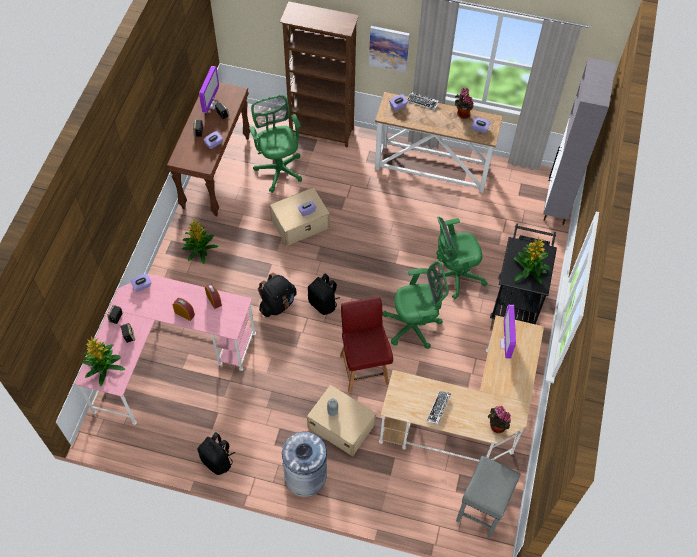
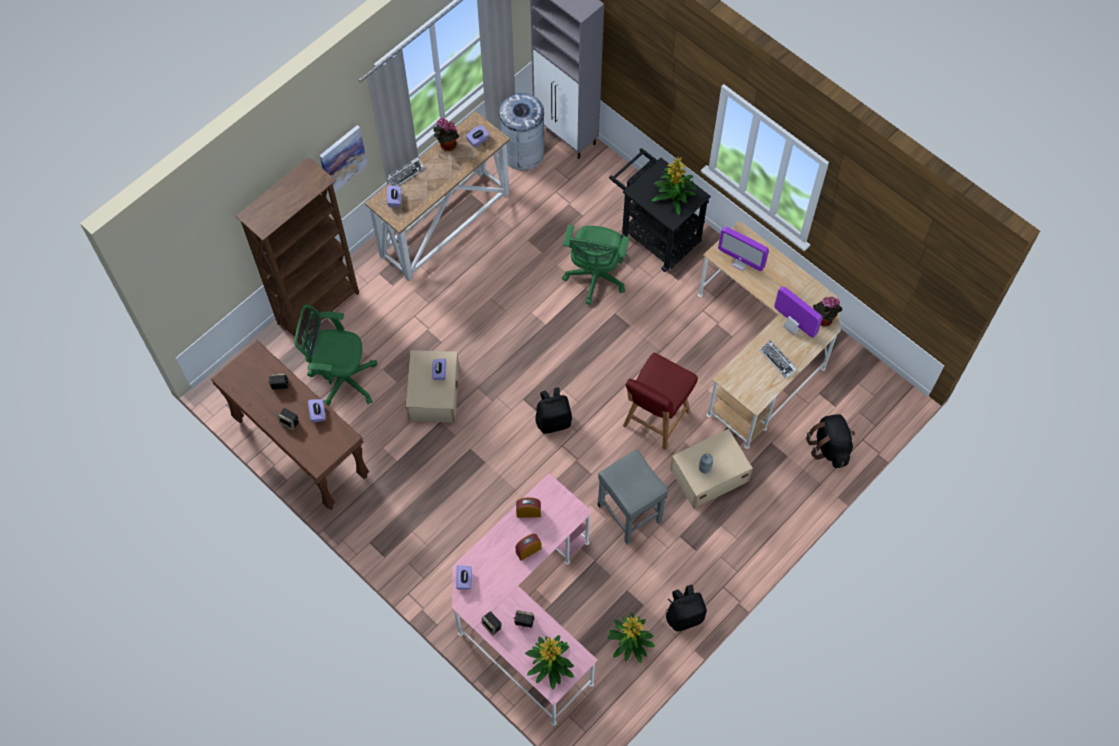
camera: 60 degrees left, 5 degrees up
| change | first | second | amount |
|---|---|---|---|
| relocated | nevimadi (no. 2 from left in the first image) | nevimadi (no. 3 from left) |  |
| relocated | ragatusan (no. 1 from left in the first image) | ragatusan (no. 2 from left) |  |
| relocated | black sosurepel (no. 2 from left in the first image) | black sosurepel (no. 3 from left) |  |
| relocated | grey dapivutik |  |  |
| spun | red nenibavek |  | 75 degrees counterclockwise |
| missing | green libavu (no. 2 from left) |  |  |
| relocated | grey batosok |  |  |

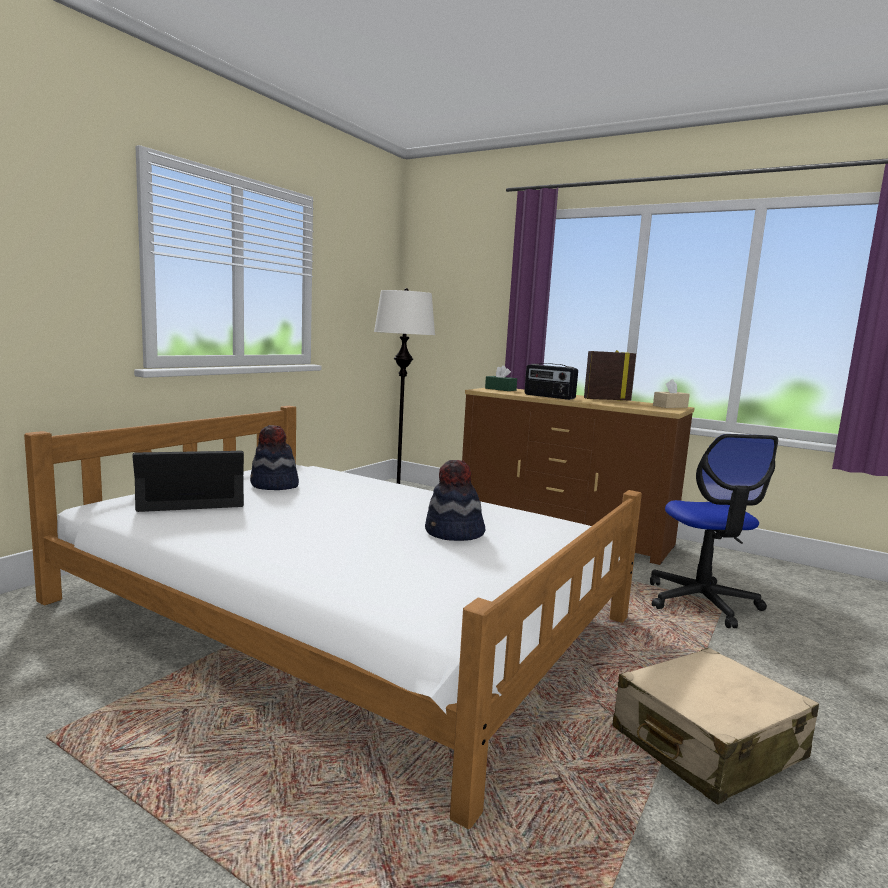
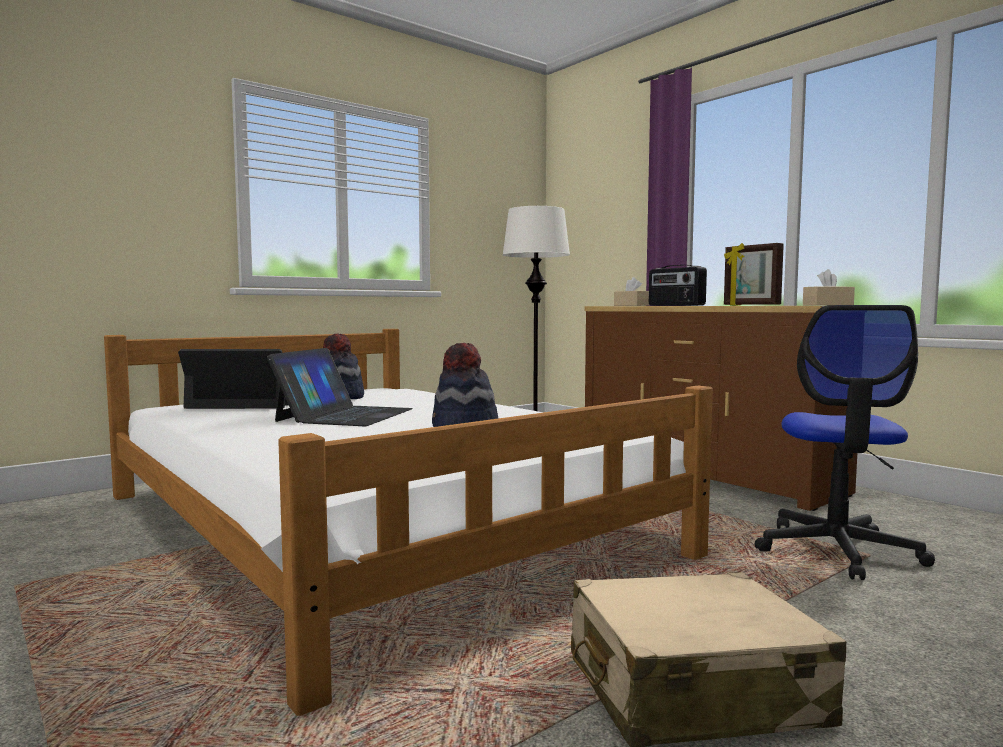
camera: 20 degrees right, 5 degrees down
| change | first | second | amount |
|---|---|---|---|
| colour | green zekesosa | beige zekesosa (no. 1 from left) |  |
| spun | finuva |  | 135 degrees counterclockwise |
| appeared |  | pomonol (no. 2 from left) |  |

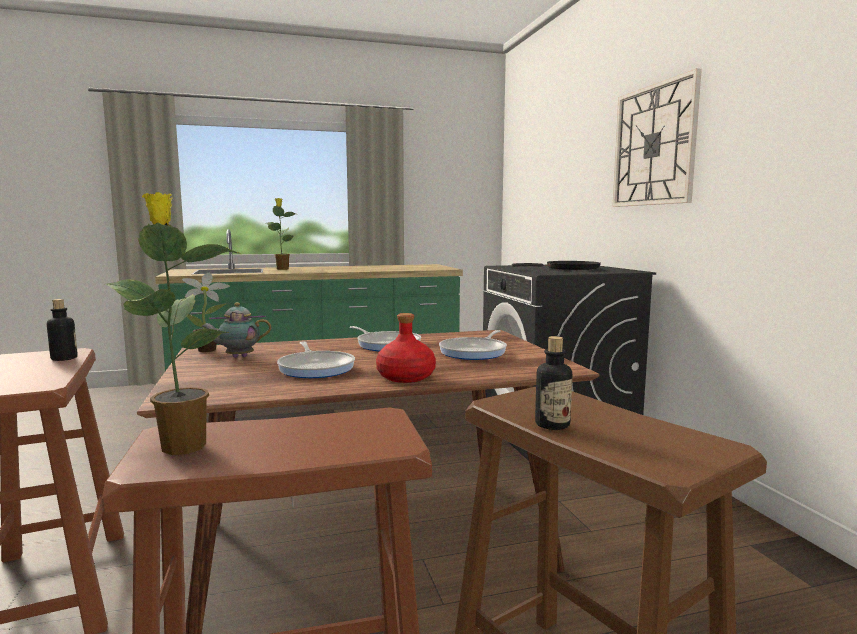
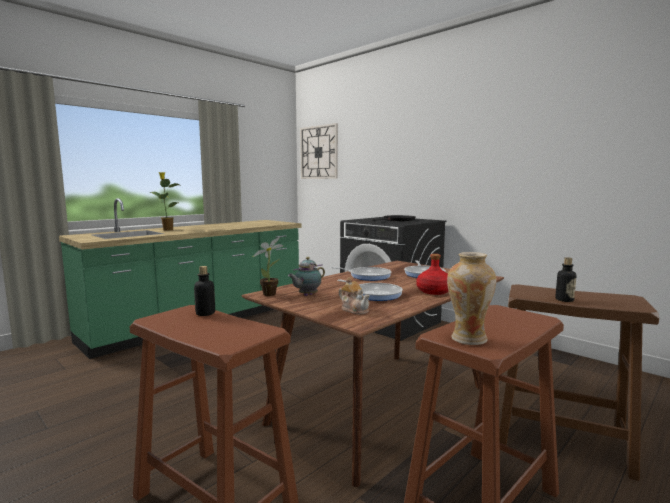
camera: 30 degrees left, 0 degrees up
| change | first | second | amount |
|---|---|---|---|
| exchanged | nevimadi (no. 1 from left) | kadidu |  |
| relocated | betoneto |  |  |
| appeared |  | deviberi (no. 2 from left) |  |

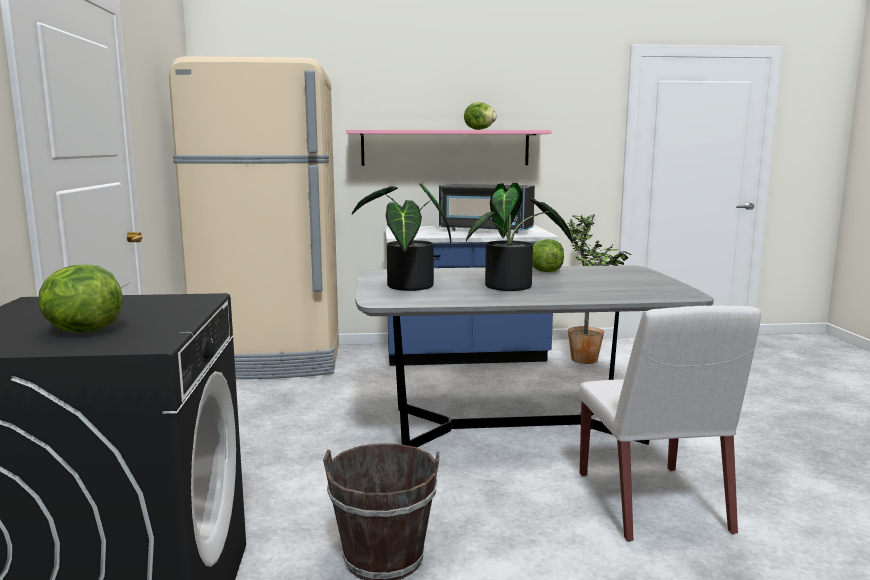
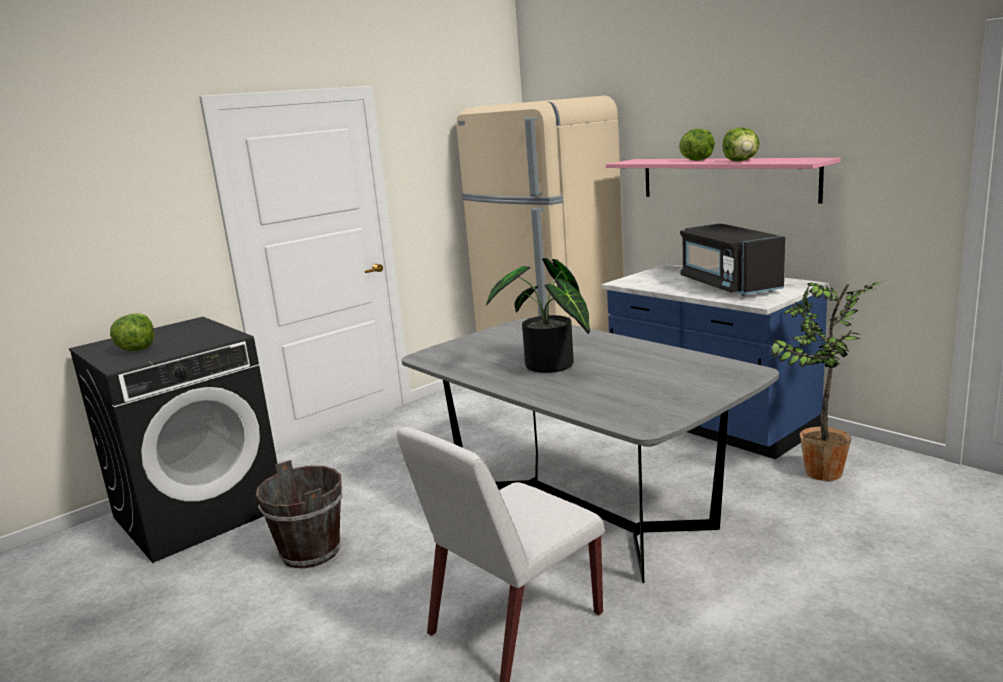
camera: 55 degrees right, 5 degrees up
| change | first | second | amount |
|---|---|---|---|
| missing | nevimadi (no. 1 from left) |  |  |
| relocated | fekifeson (no. 3 from left in the first image) | fekifeson (no. 2 from left) |  |

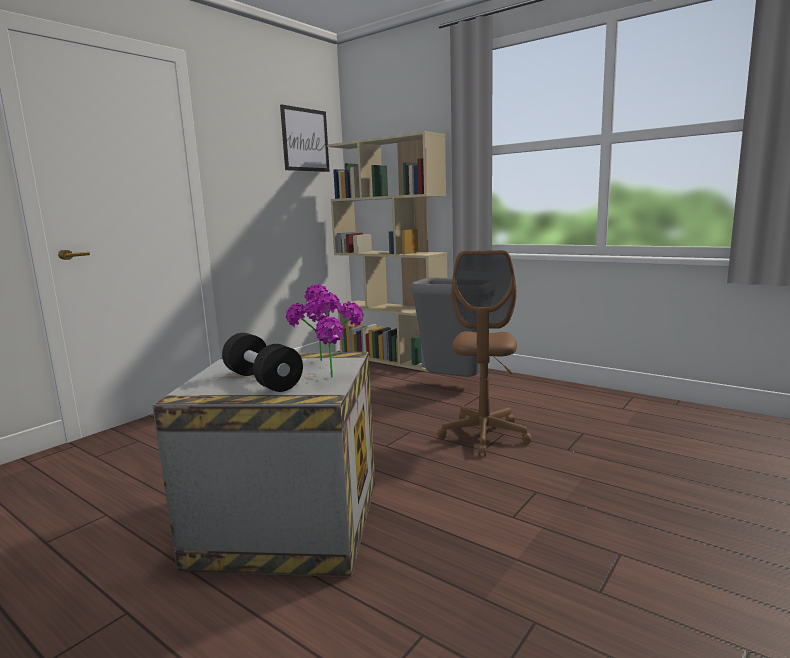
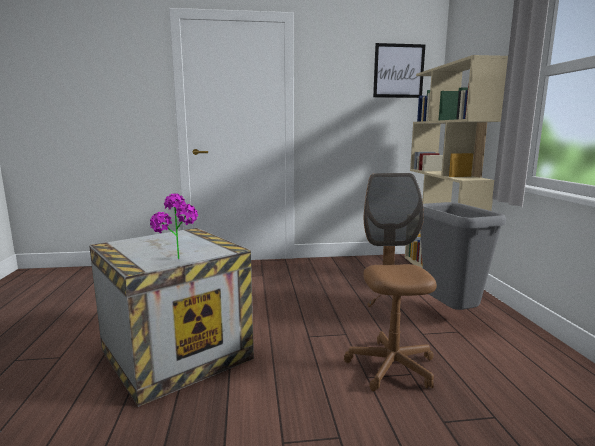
camera: 45 degrees right, 0 degrees up
| change | first | second | amount |
|---|---|---|---|
| missing | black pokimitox |  |  |
| missing | nevimadi (no. 1 from left) |  |  |
| spun | brown libavu |  | 120 degrees clockwise |

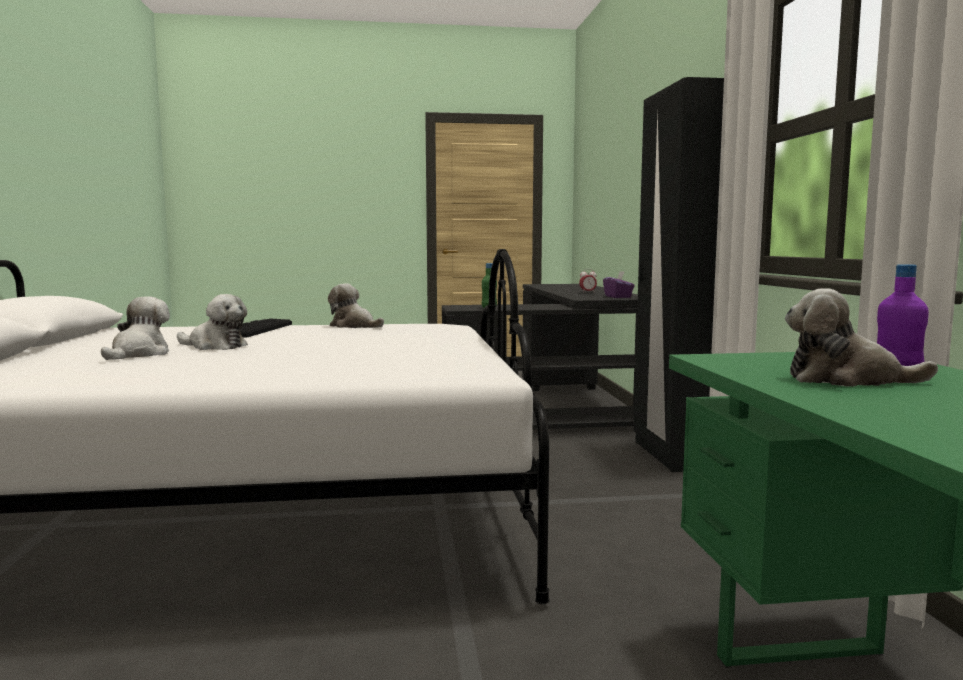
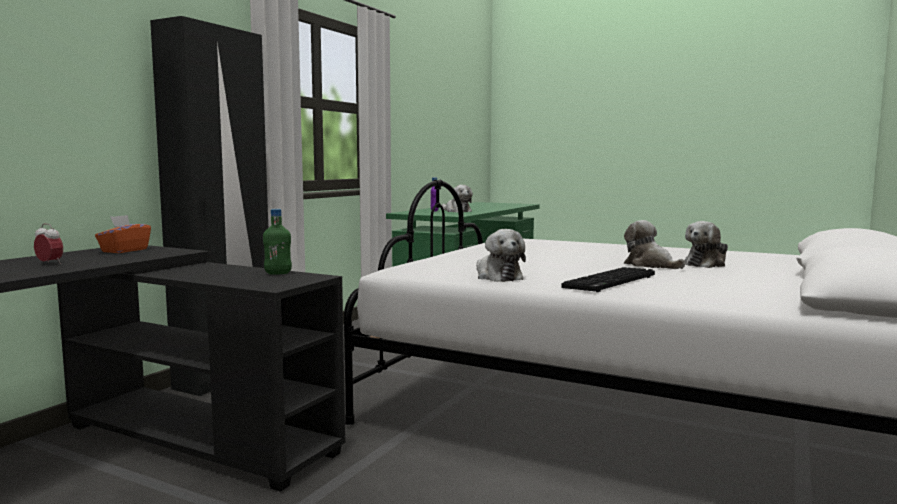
camera: 145 degrees left, 0 degrees up
| change | first | second | amount |
|---|---|---|---|
| colour | purple zekesosa | orange zekesosa |  |

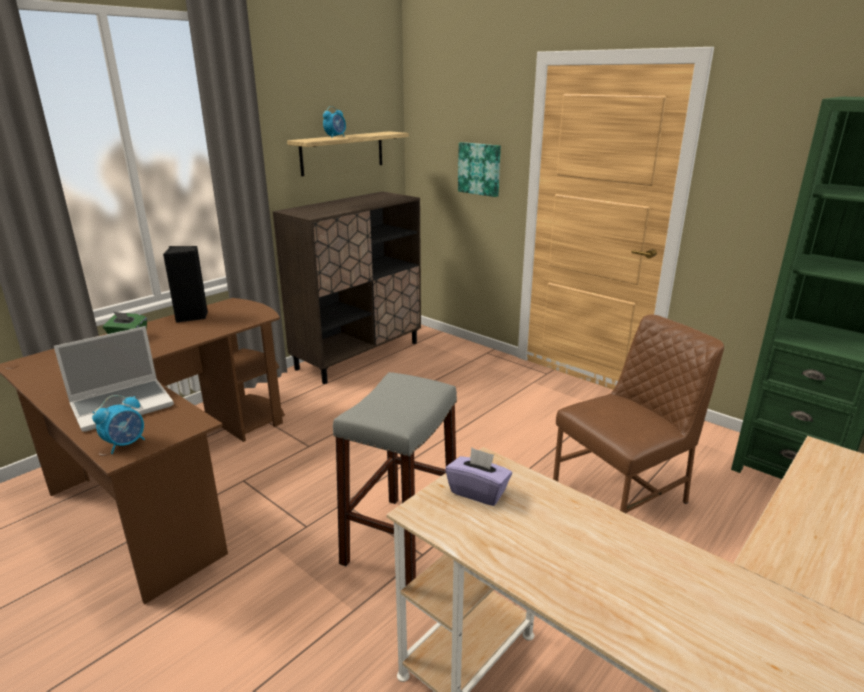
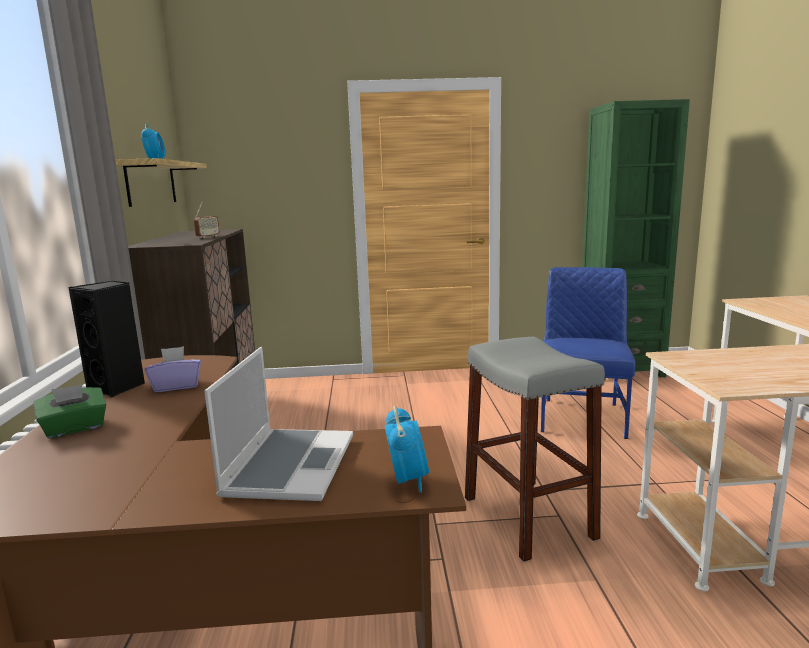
camera: 45 degrees left, 10 degrees down
| change | first | second | amount |
|---|---|---|---|
| relocated | purple zekesosa |  |  |
| missing | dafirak |  |  |
| colour | brown nenibavek | blue nenibavek |  |
| appeared |  | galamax |  |

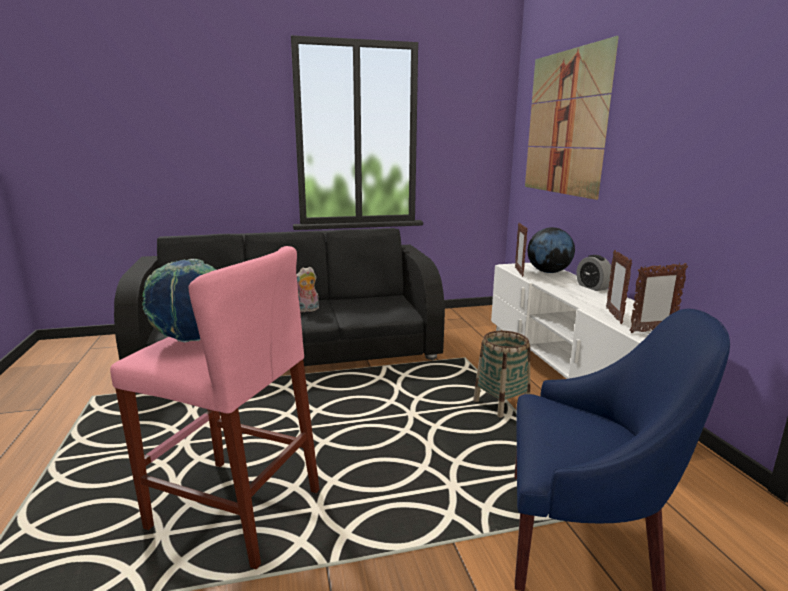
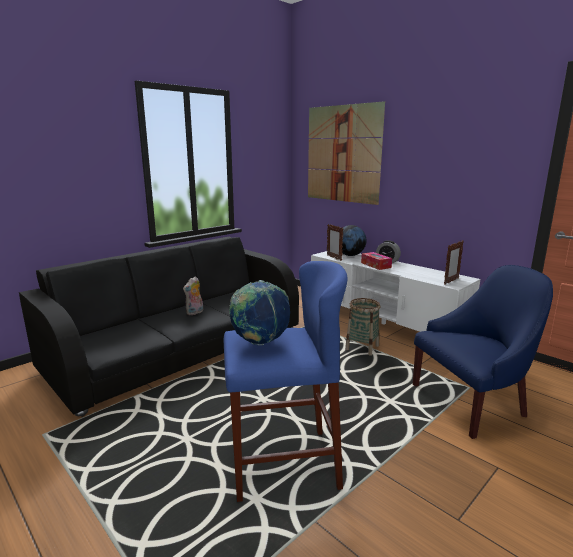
camera: 30 degrees left, 0 degrees up
| change | first | second | amount |
|---|---|---|---|
| colour | pink batosok | blue batosok |  |
| missing | finuva (no. 2 from left) |  |  |
| appeared |  | zekesosa |  |

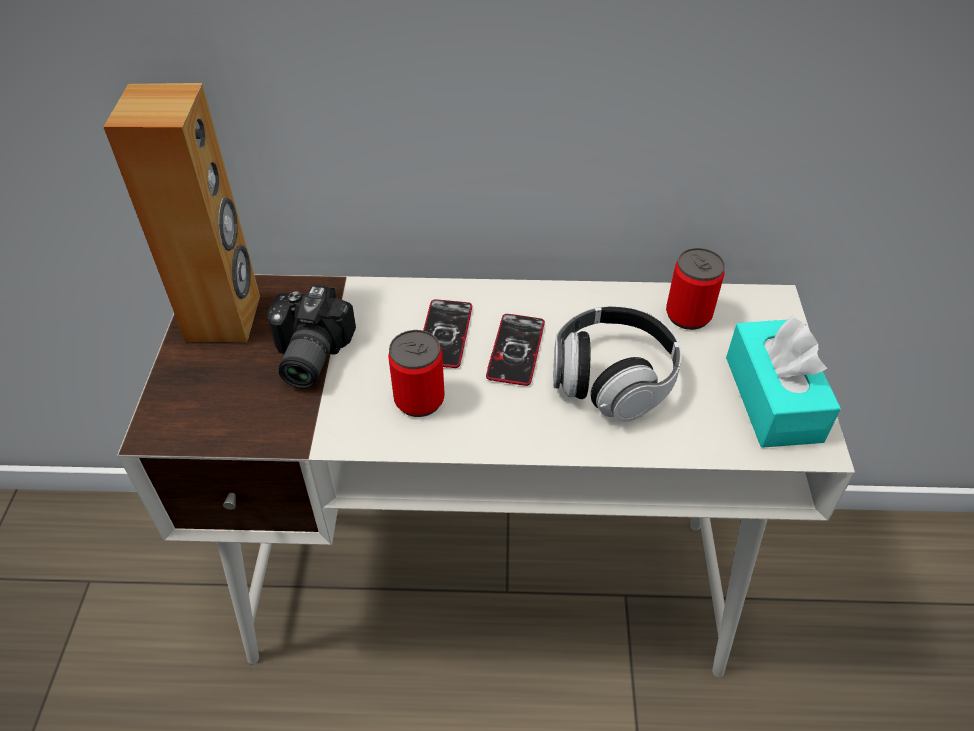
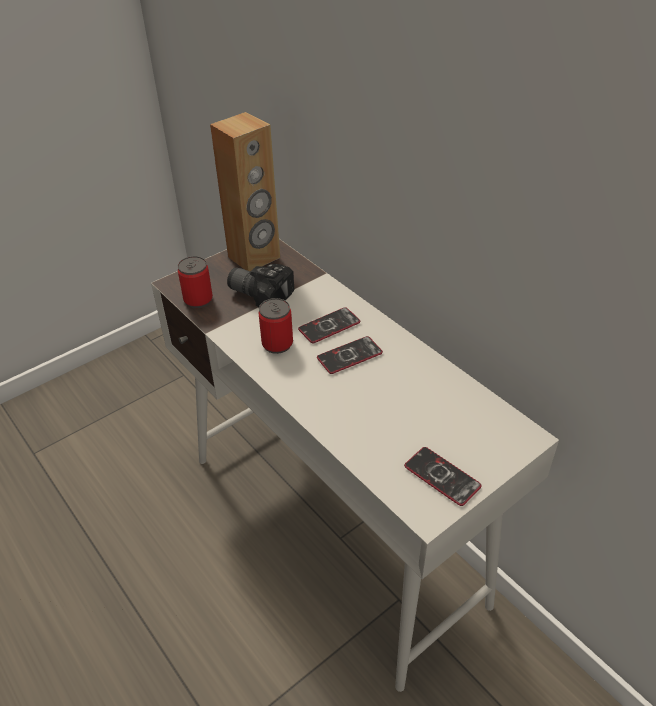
camera: 50 degrees right, 5 degrees down
| change | first | second | amount |
|---|---|---|---|
| spun | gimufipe |  | 60 degrees clockwise |
| missing | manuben |  |  |
| relocated | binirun (no. 2 from left in the first image) | binirun (no. 1 from left) |  |
| exchanged | turquoise zekesosa | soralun (no. 3 from left) |  |

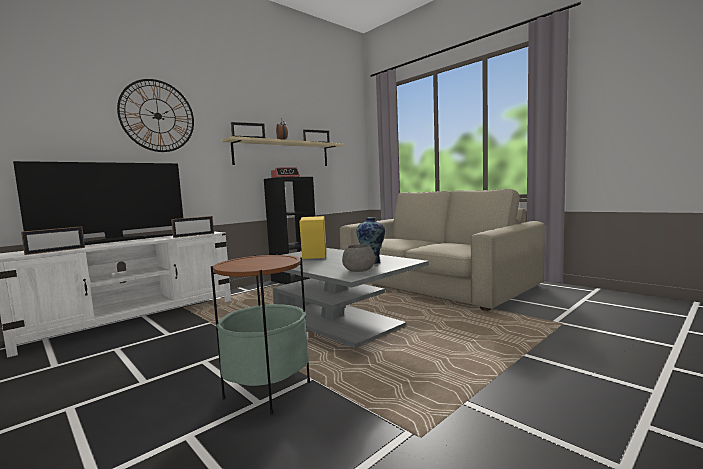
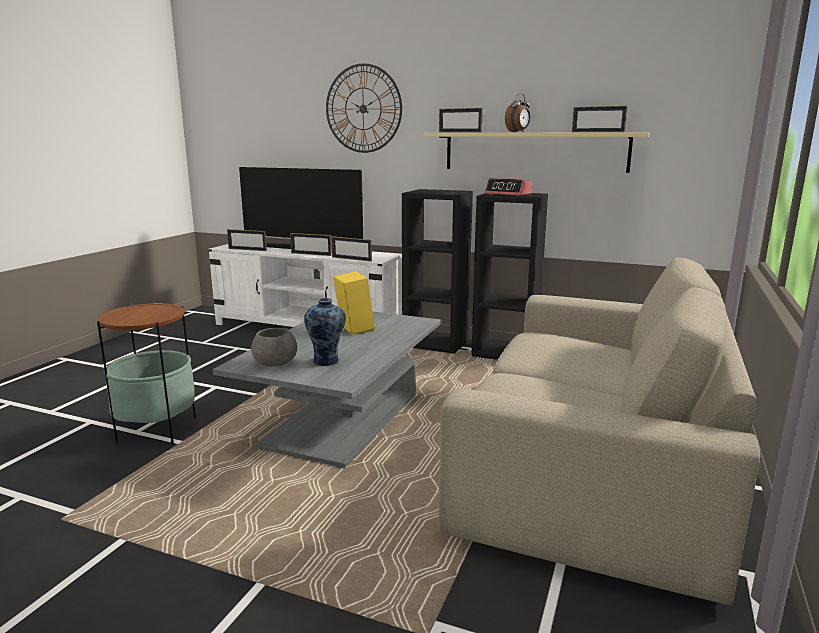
camera: 65 degrees right, 10 degrees up
| change | first | second | amount |
|---|---|---|---|
| appeared |  | finuva (no. 2 from left) |  |
| appeared |  | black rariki (no. 1 from left) |  |

